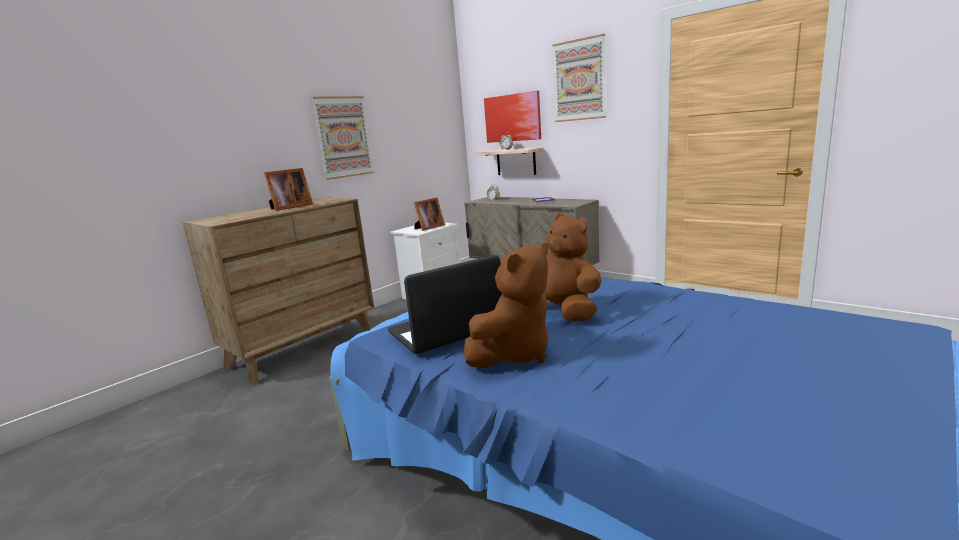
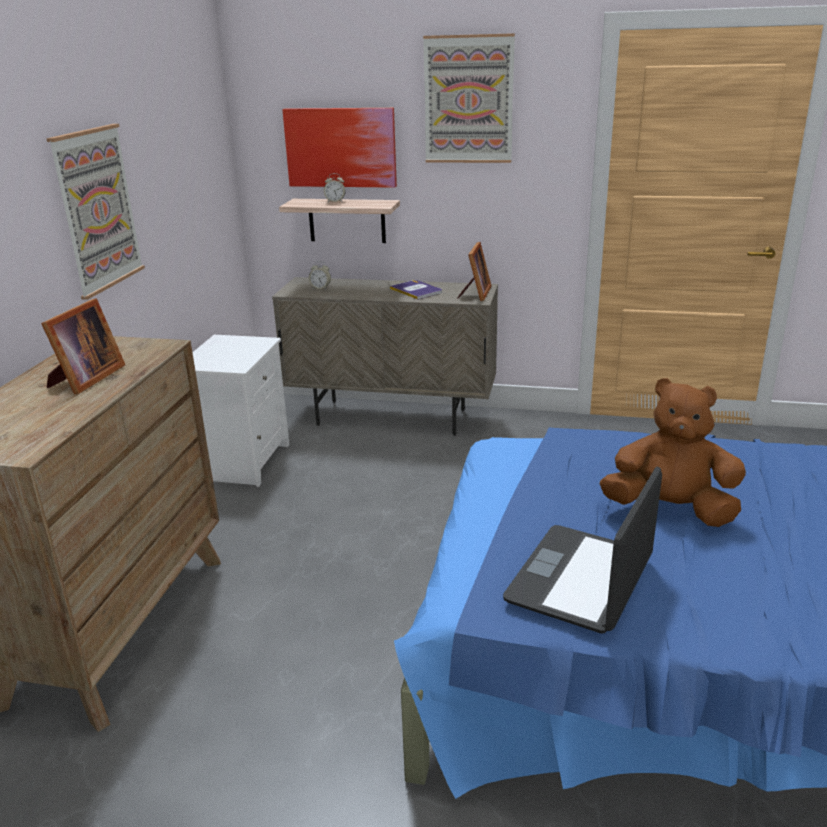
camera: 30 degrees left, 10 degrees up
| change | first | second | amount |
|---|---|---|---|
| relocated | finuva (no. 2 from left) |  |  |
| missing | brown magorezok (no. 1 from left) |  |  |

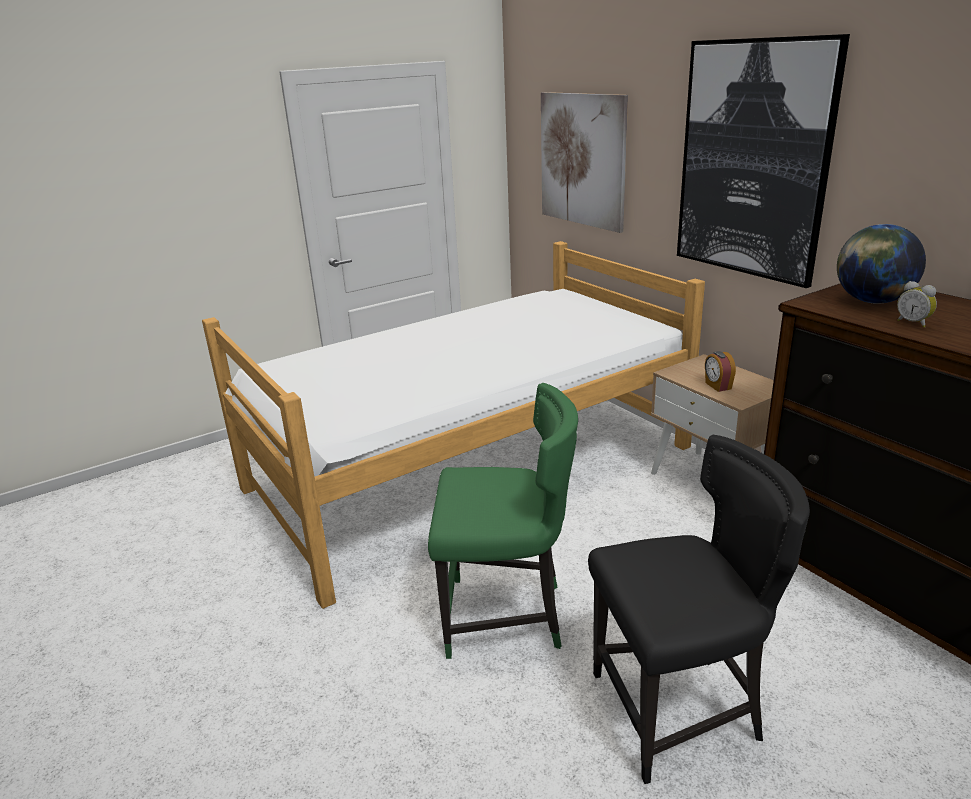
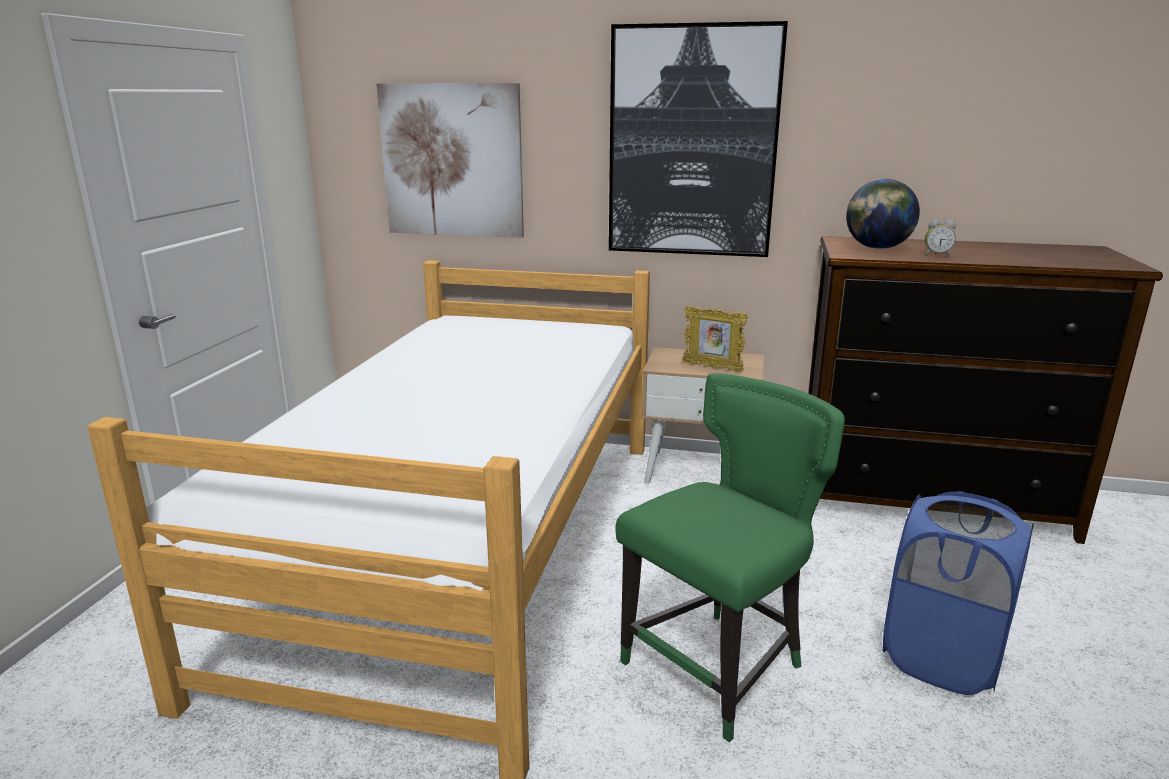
camera: 45 degrees left, 5 degrees down
| change | first | second | amount |
|---|---|---|---|
| exchanged | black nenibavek | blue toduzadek |  |
| exchanged | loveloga (no. 1 from left) | finuva |  |

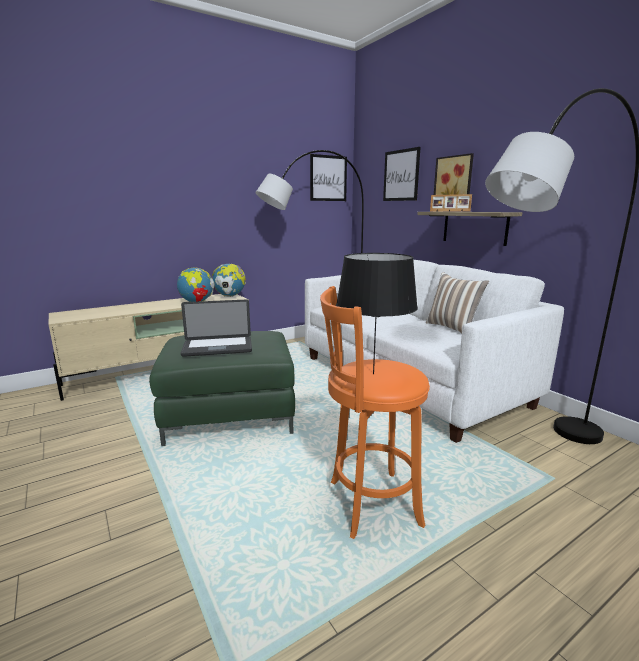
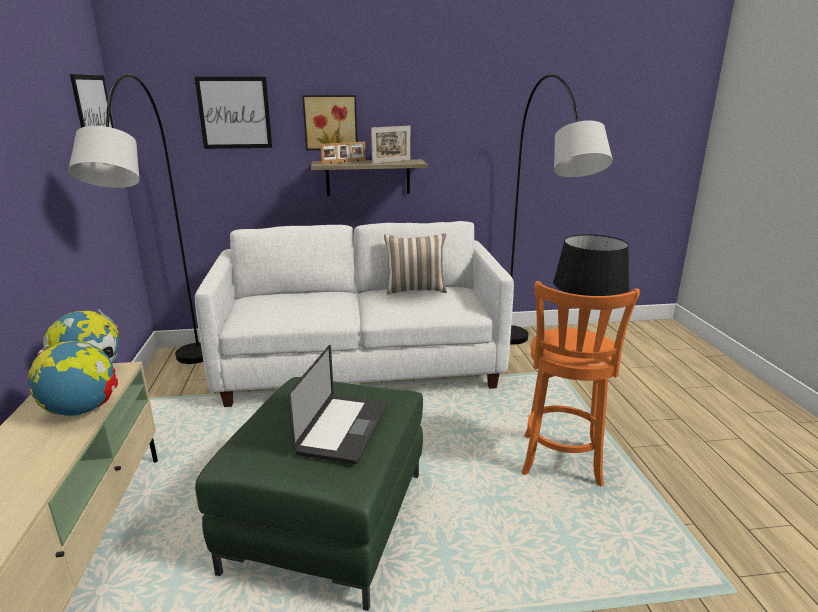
camera: 65 degrees left, 5 degrees up
| change | first | second | amount |
|---|---|---|---|
| appeared |  | finuva (no. 2 from left) |  |

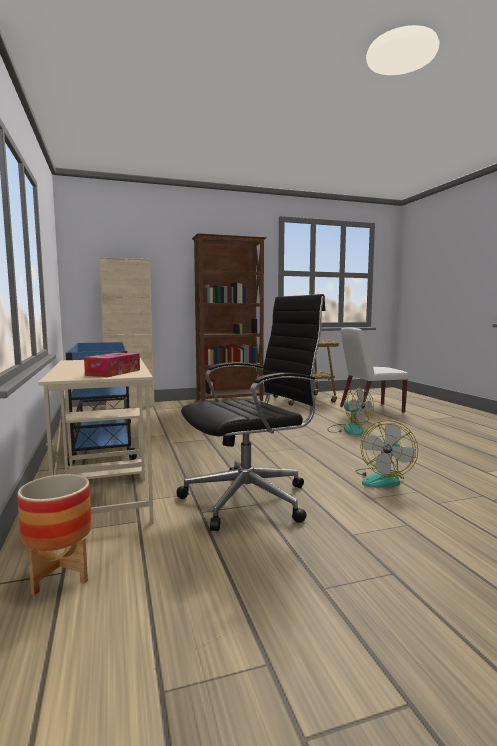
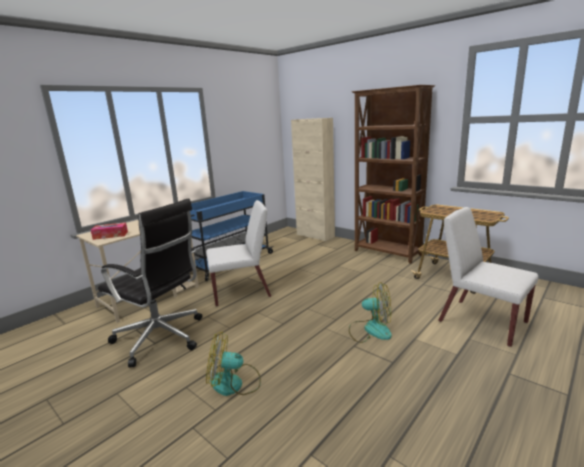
camera: 60 degrees right, 10 degrees up
| change | first | second | amount |
|---|---|---|---|
| missing | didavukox |  |  |
| spun | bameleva (no. 1 from left in the first image) | bameleva (no. 2 from left) | 90 degrees counterclockwise |
| appeared |  | white nenibavek (no. 1 from left) |  |

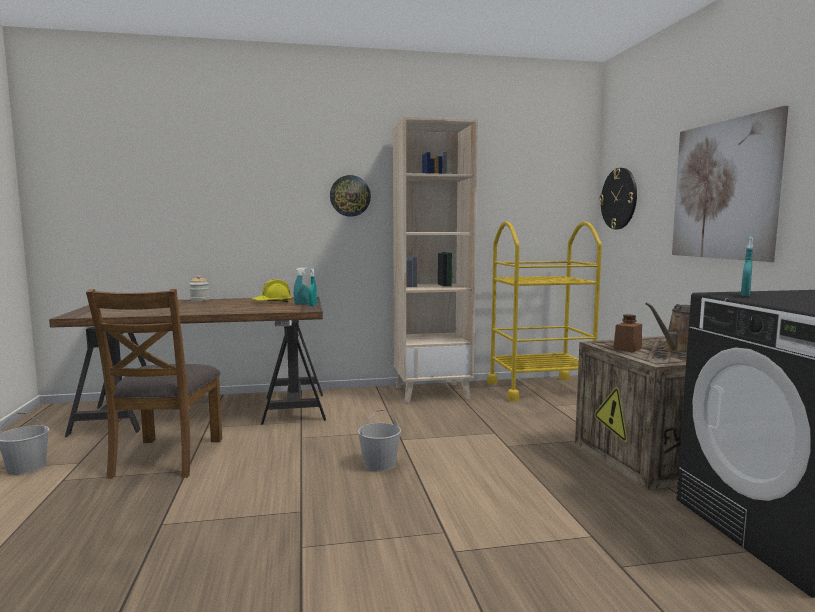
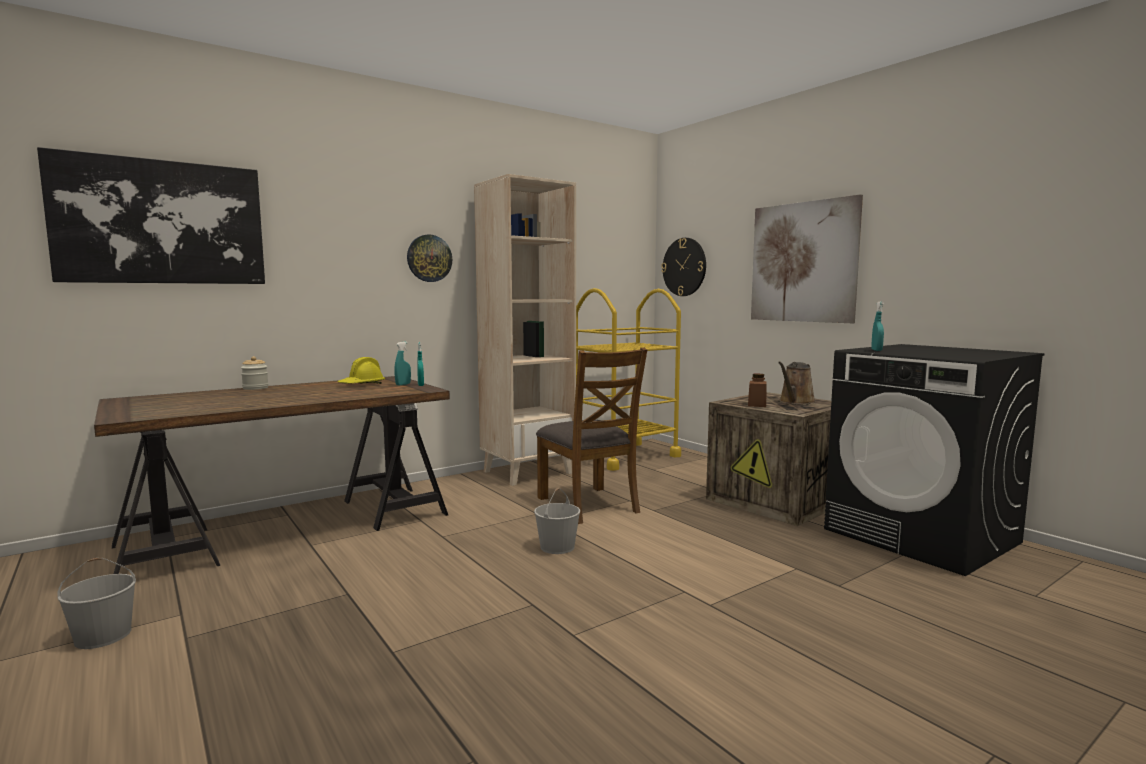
camera: 25 degrees left, 0 degrees up
| change | first | second | amount |
|---|---|---|---|
| relocated | brown nenibavek |  |  |
| appeared |  | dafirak (no. 1 from left) |  |

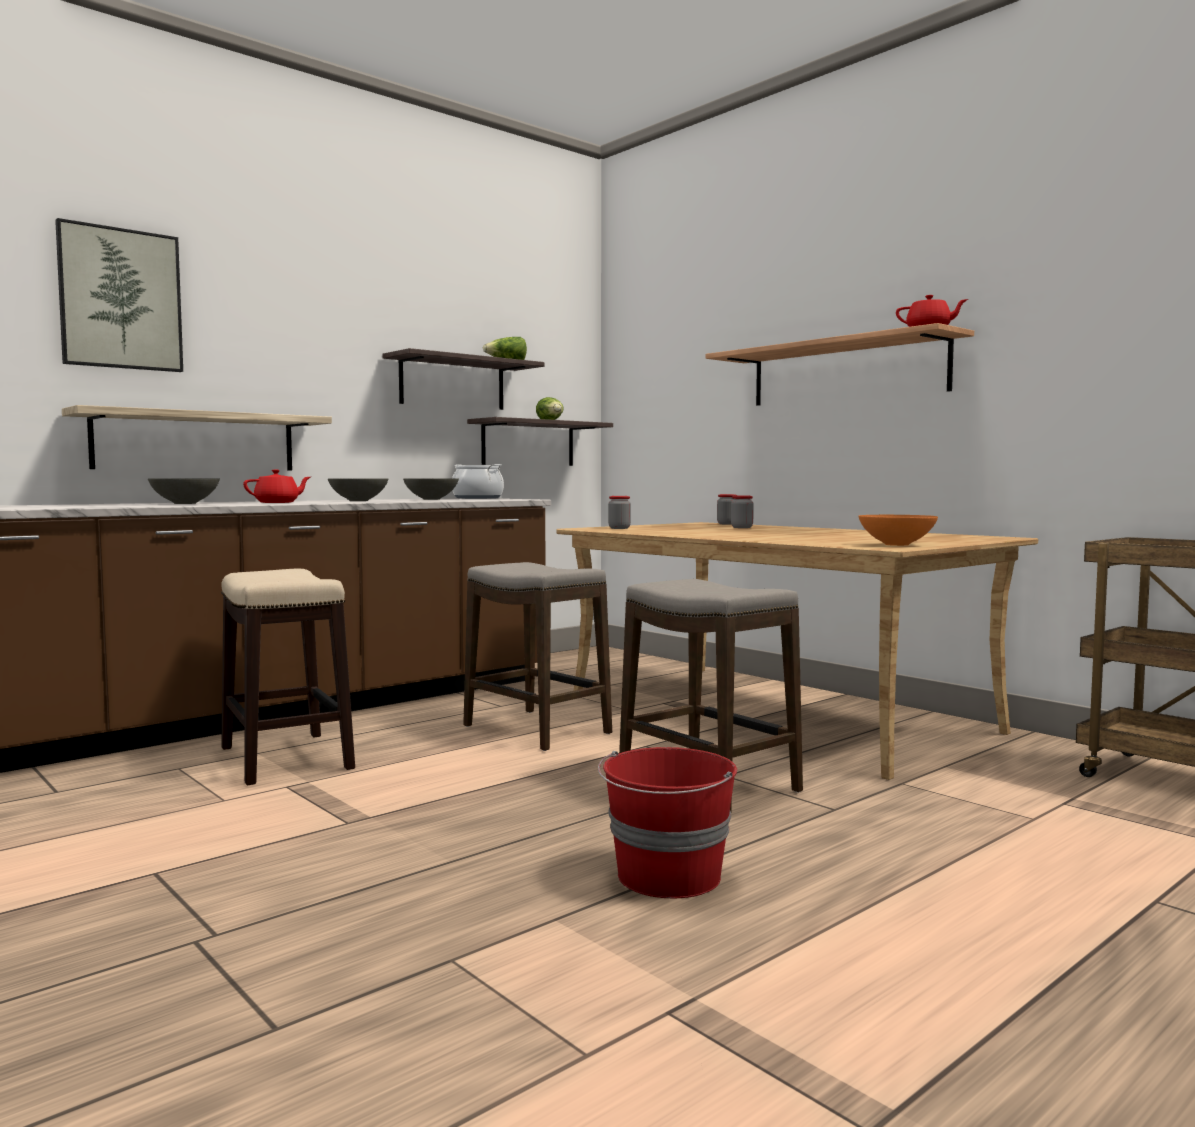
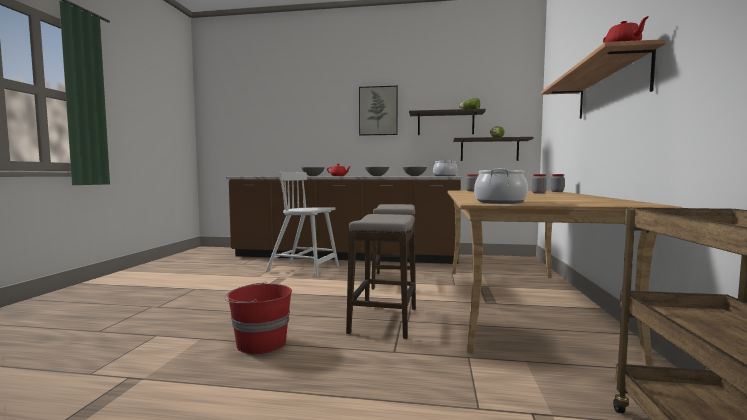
camera: 50 degrees right, 0 degrees up
| change | first | second | amount |
|---|---|---|---|
| relocated | dafirak |  |  |
| missing | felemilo (no. 1 from left) |  |  |
| exchanged | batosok (no. 1 from left) | white nenibavek |  |
| exchanged | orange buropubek | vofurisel (no. 2 from left) |  |

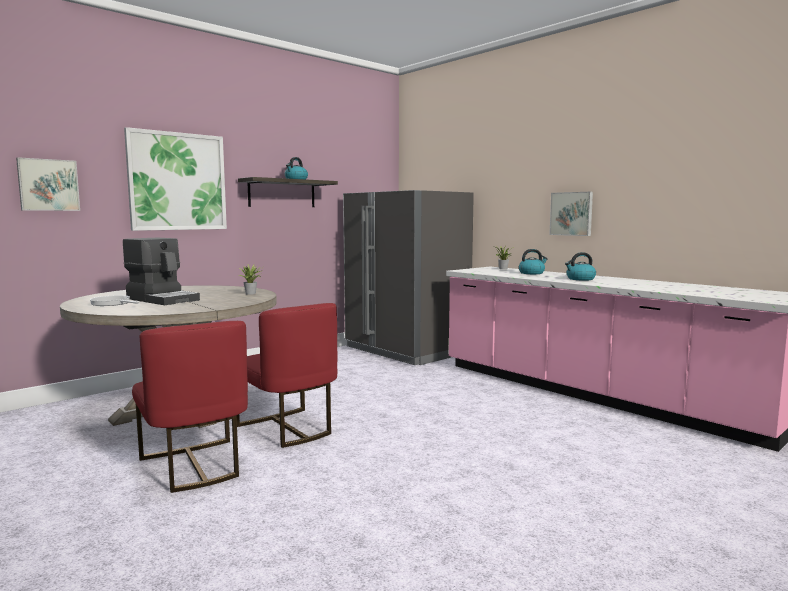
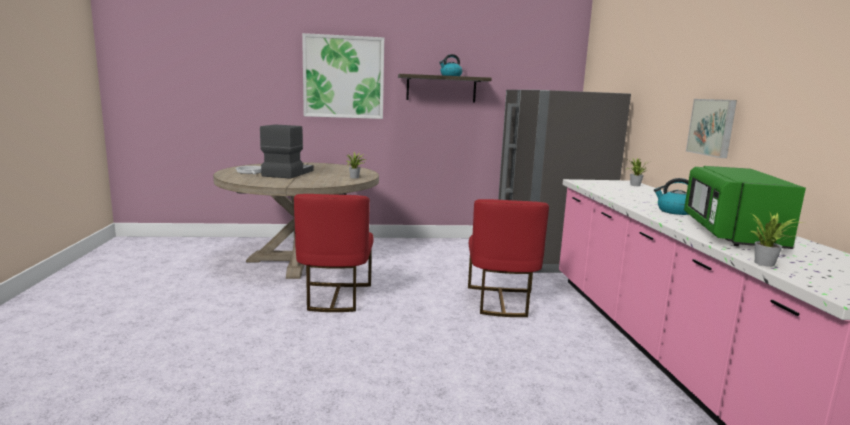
camera: 35 degrees right, 5 degrees up
| change | first | second | amount |
|---|---|---|---|
| missing | dafirak (no. 1 from left) |  |  |
| spun | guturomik |  | 150 degrees counterclockwise |
| relocated | red nenibavek (no. 1 from left in the first image) | red nenibavek (no. 2 from left) |  |
| missing | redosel (no. 2 from left) |  |  |
| appeared |  | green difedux |  |
| appeared |  | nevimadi (no. 3 from left) |  |

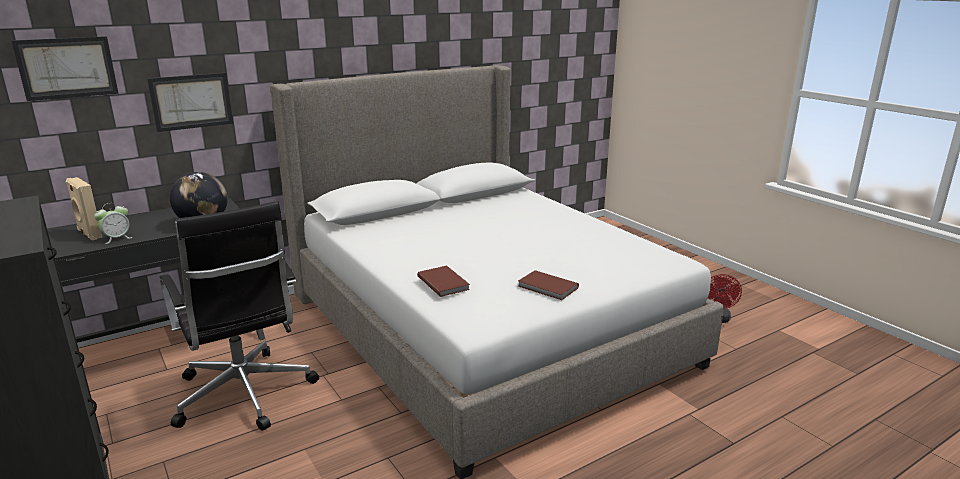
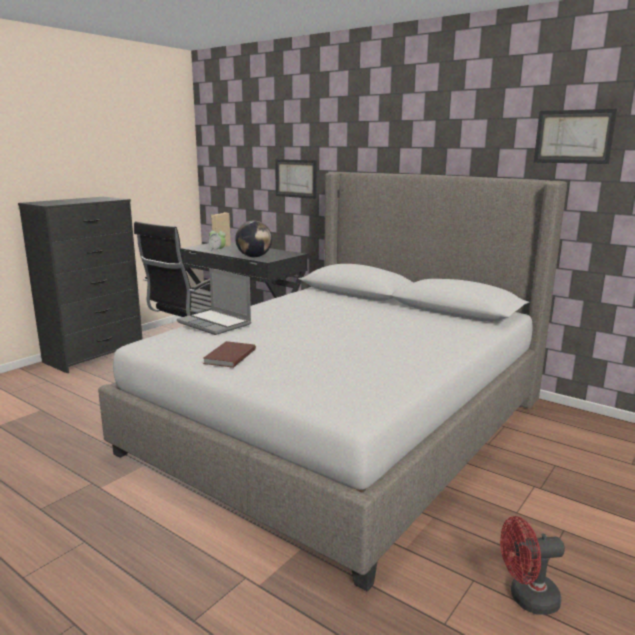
camera: 70 degrees right, 5 degrees down
| change | first | second | amount |
|---|---|---|---|
| relocated | dafirak (no. 1 from left in the first image) | dafirak (no. 2 from left) |  |
| exchanged | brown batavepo (no. 1 from left) | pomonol |  |

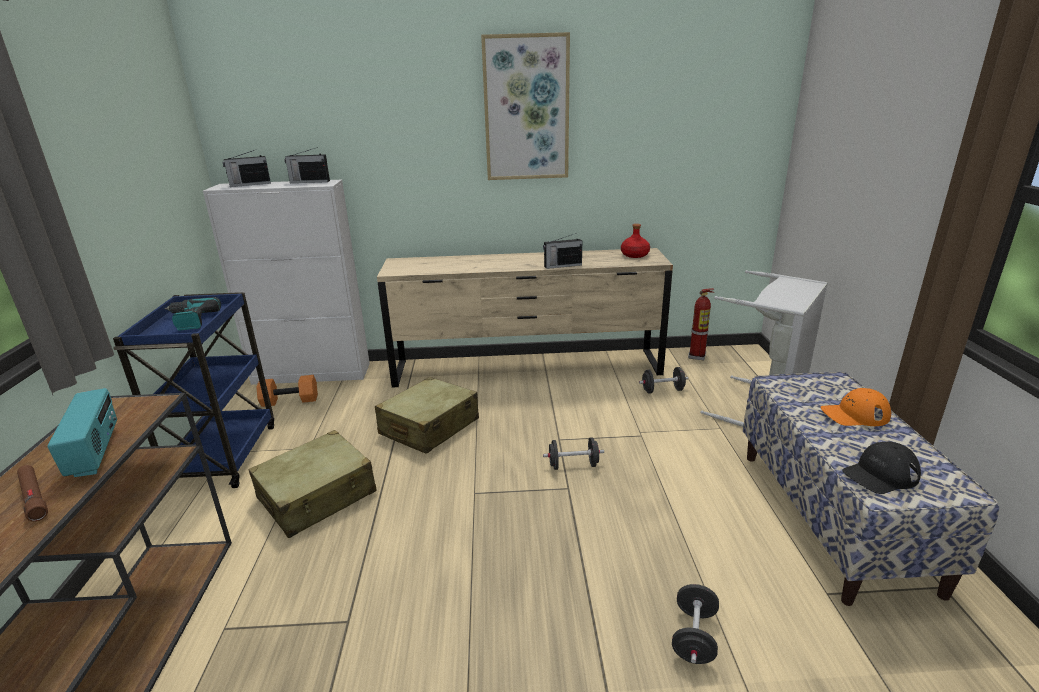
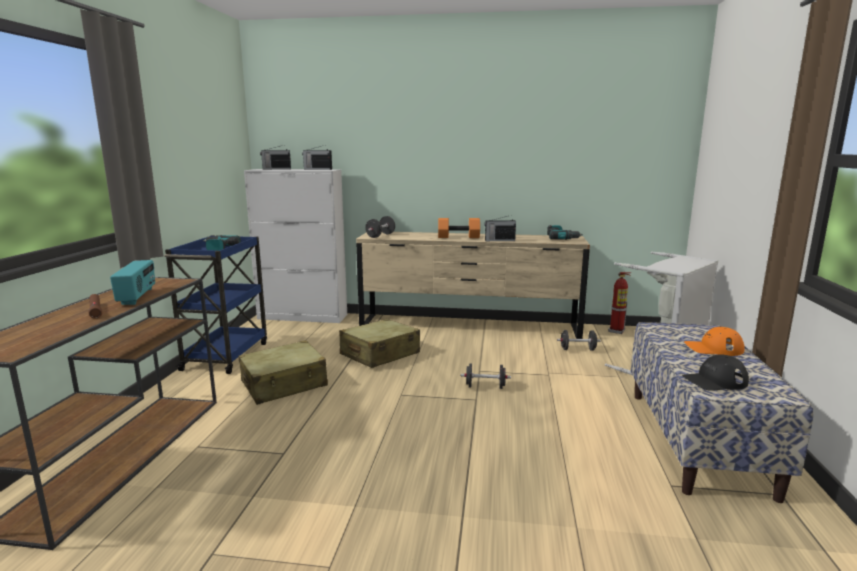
camera: 10 degrees right, 10 degrees down
| change | first | second | amount |
|---|---|---|---|
| relocated | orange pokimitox |  |  |
| missing | dafirak |  |  |
| exchanged | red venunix | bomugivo (no. 2 from left) |  |
| relocated | black pokimitox (no. 3 from left in the first image) | black pokimitox (no. 1 from left) |  |

